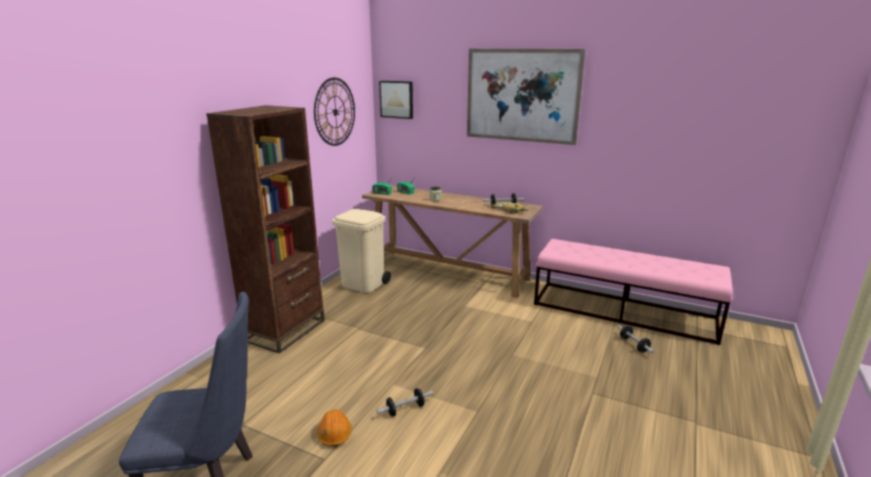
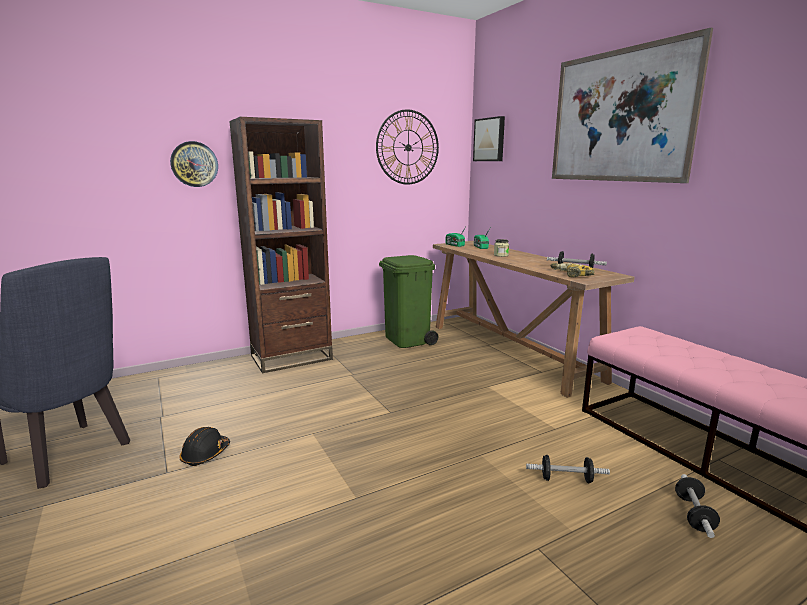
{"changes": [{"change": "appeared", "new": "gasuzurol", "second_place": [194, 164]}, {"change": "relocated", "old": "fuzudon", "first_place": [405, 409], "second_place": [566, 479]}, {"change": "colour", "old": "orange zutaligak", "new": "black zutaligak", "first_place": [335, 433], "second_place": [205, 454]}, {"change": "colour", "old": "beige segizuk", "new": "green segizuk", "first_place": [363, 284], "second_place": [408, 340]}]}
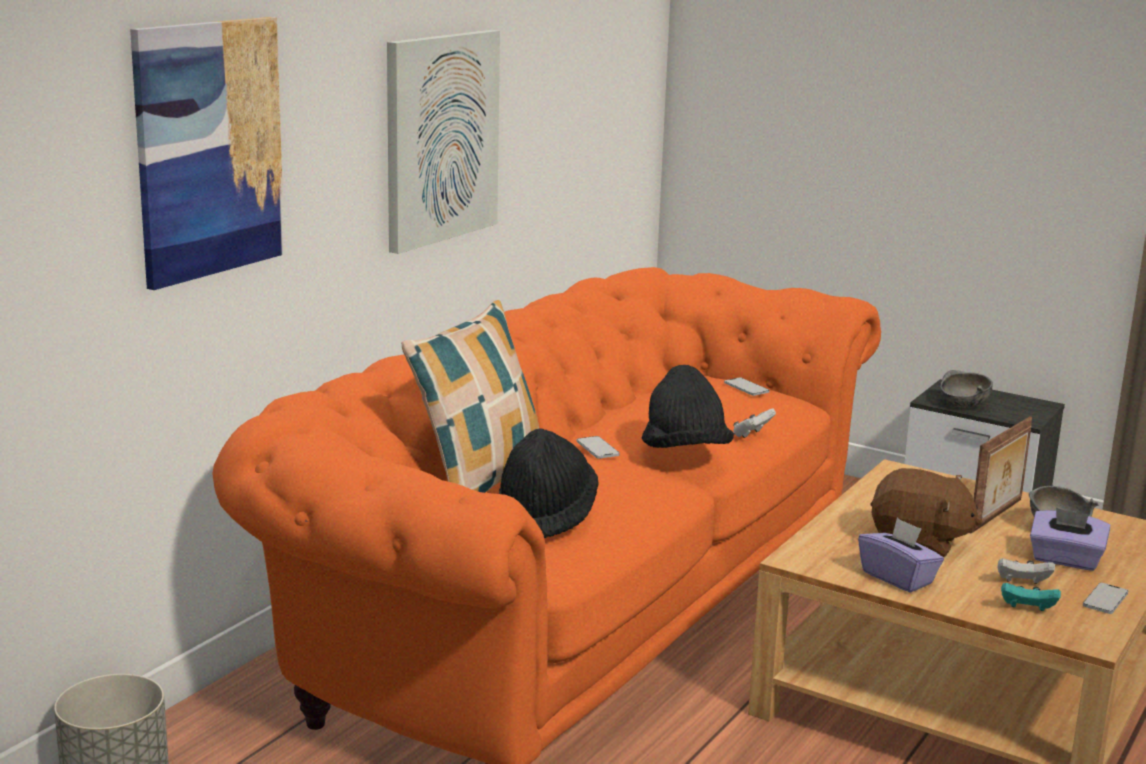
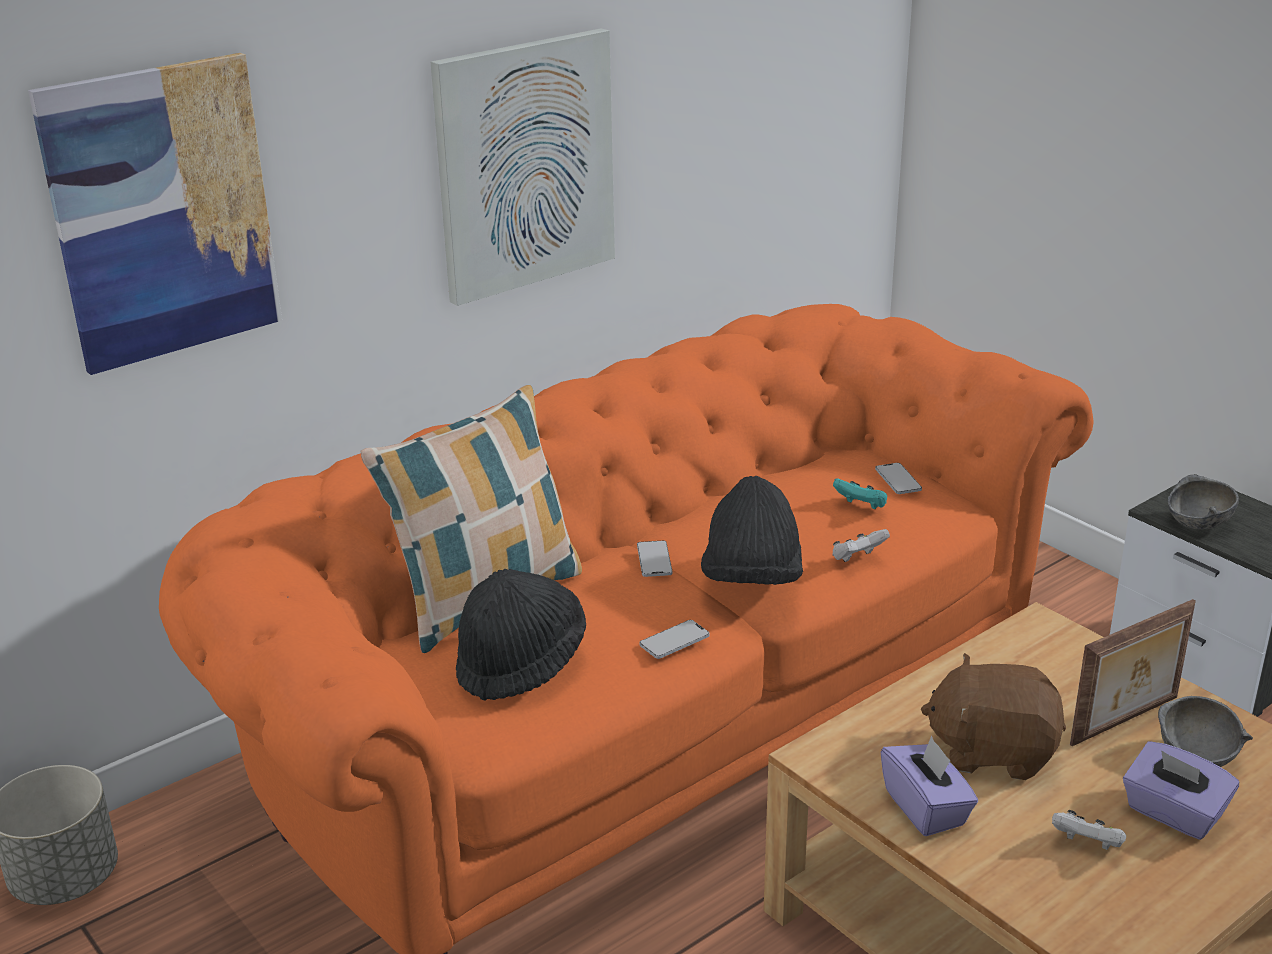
{"changes": [{"change": "relocated", "old": "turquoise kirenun", "first_place": [1027, 610], "second_place": [861, 506]}, {"change": "relocated", "old": "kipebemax", "first_place": [1105, 600], "second_place": [674, 641]}, {"change": "spun", "old": "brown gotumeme", "first_place": [919, 542], "second_place": [992, 750], "degrees": 150}]}
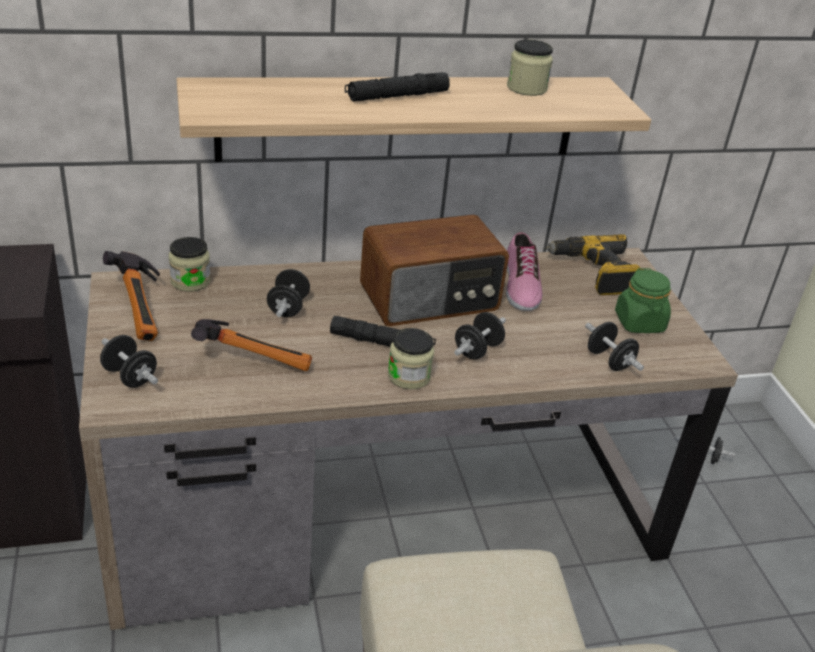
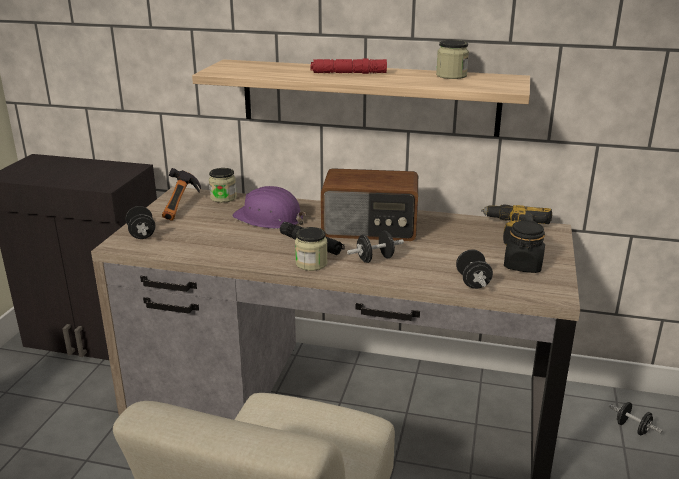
{"changes": [{"change": "missing", "old": "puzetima", "first_place": [254, 358]}, {"change": "missing", "old": "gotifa", "first_place": [519, 284]}, {"change": "exchanged", "old": "black fuzudon", "new": "purple zutaligak", "first_place": [288, 307], "second_place": [269, 218]}, {"change": "colour", "old": "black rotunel", "new": "red rotunel", "first_place": [397, 96], "second_place": [348, 73]}, {"change": "colour", "old": "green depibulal", "new": "black depibulal", "first_place": [639, 323], "second_place": [523, 265]}]}
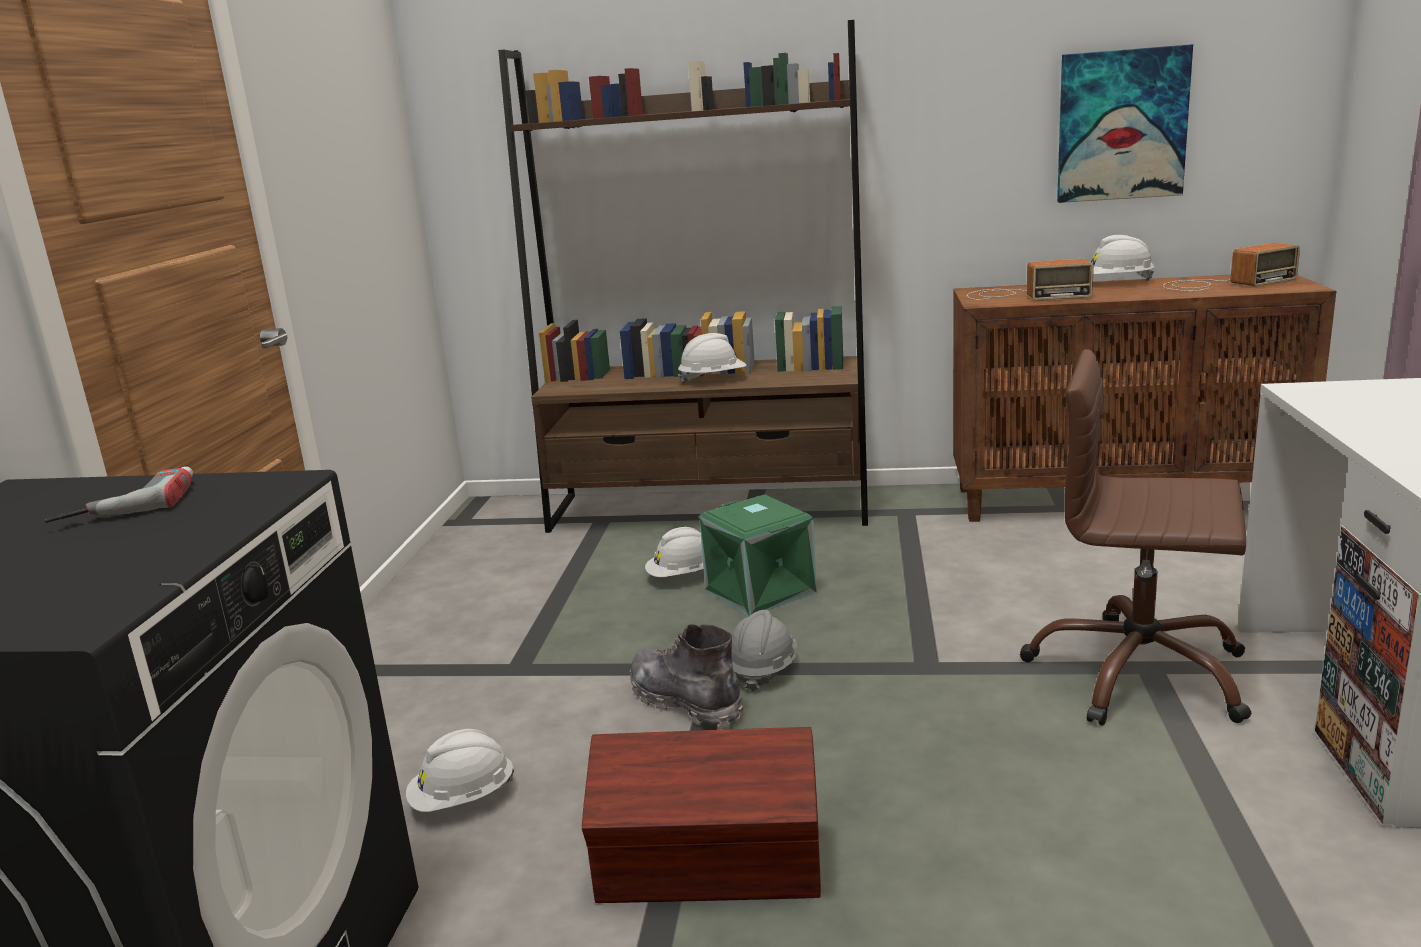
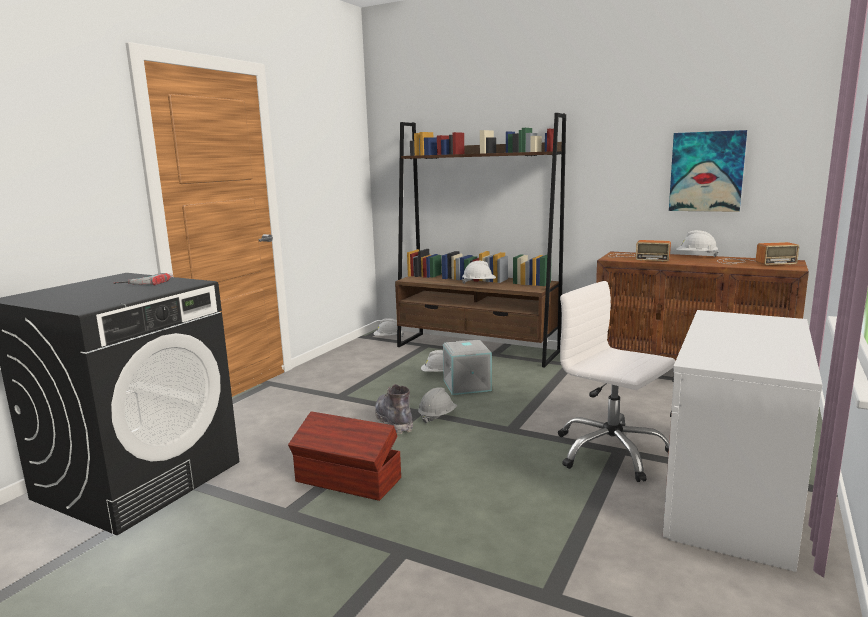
{"changes": [{"change": "relocated", "old": "white zutaligak", "first_place": [463, 800], "second_place": [388, 338]}, {"change": "colour", "old": "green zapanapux", "new": "grey zapanapux", "first_place": [762, 590], "second_place": [468, 385]}, {"change": "colour", "old": "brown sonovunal", "new": "white sonovunal", "first_place": [1138, 674], "second_place": [611, 452]}]}
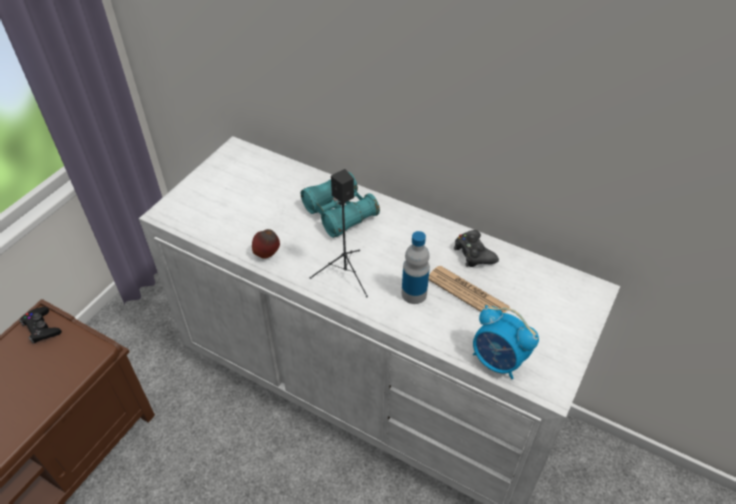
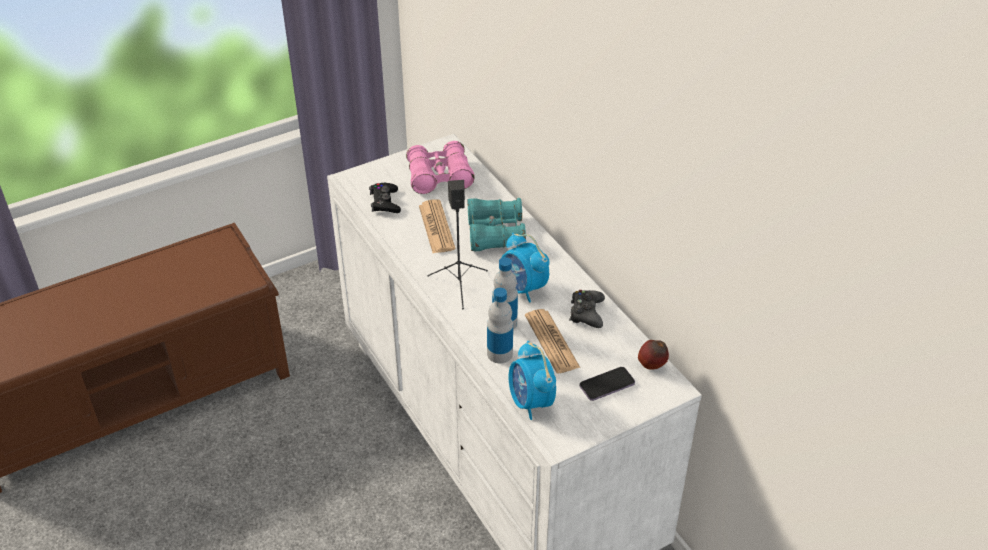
{"changes": [{"change": "appeared", "new": "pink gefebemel", "second_place": [439, 177]}, {"change": "appeared", "new": "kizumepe", "second_place": [436, 227]}, {"change": "appeared", "new": "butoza", "second_place": [499, 354]}, {"change": "appeared", "new": "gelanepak", "second_place": [523, 288]}, {"change": "appeared", "new": "kipebemax", "second_place": [607, 385]}, {"change": "relocated", "old": "black kirenun", "first_place": [41, 328], "second_place": [385, 202]}, {"change": "relocated", "old": "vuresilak", "first_place": [267, 254], "second_place": [652, 366]}]}
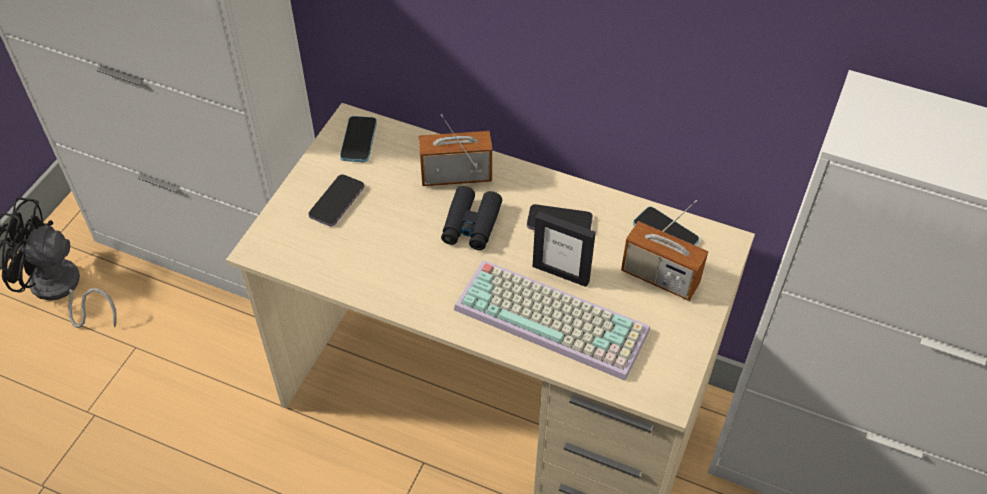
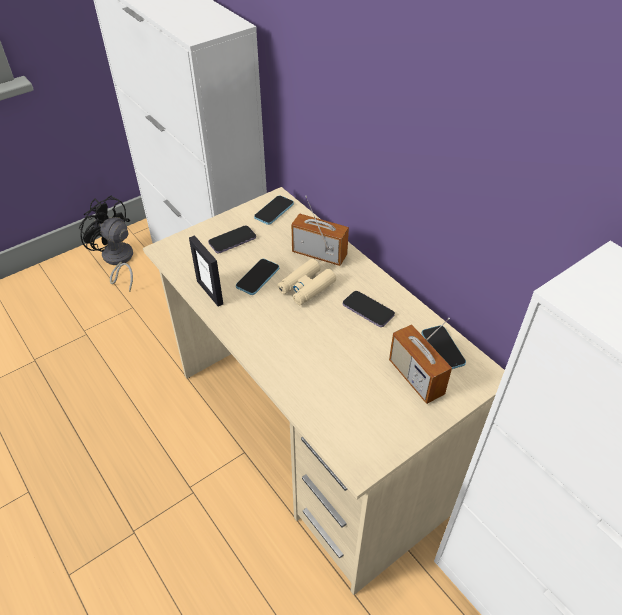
{"changes": [{"change": "missing", "old": "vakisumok", "first_place": [555, 318]}, {"change": "appeared", "new": "kipebemax", "second_place": [258, 278]}, {"change": "relocated", "old": "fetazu", "first_place": [561, 273], "second_place": [210, 292]}, {"change": "colour", "old": "black gefebemel", "new": "beige gefebemel", "first_place": [471, 225], "second_place": [306, 287]}]}
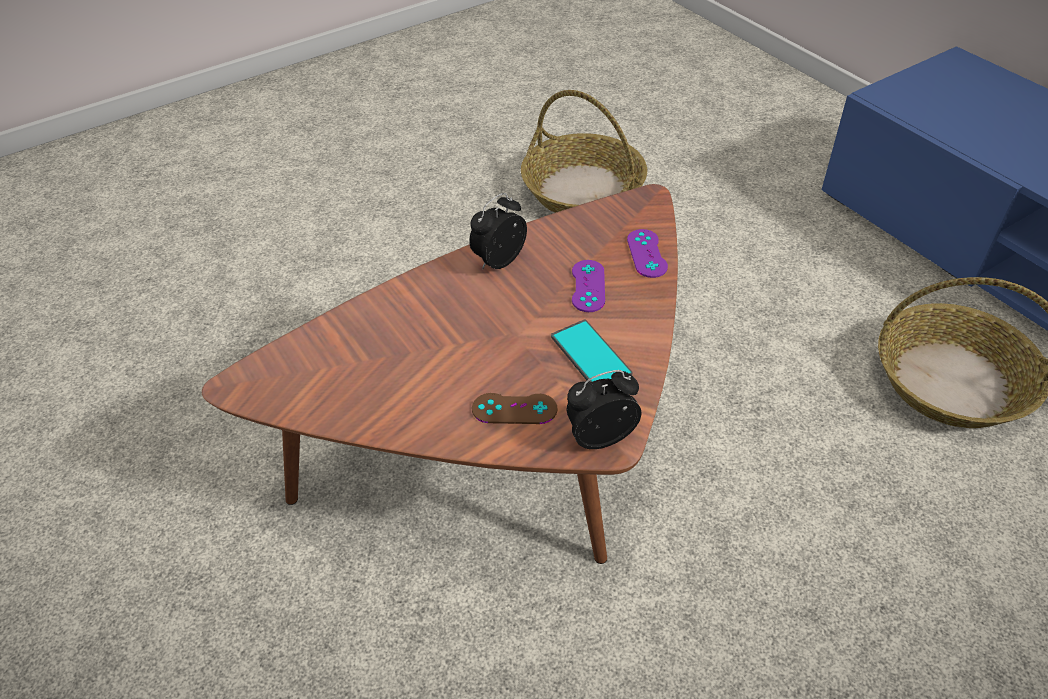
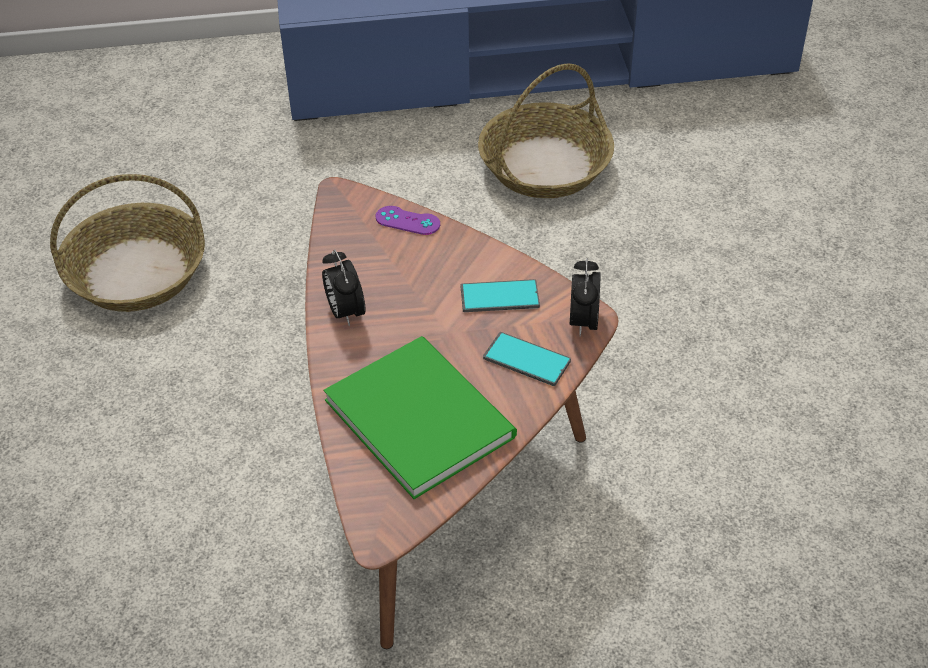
{"changes": [{"change": "missing", "old": "purple kirenun", "first_place": [588, 286]}, {"change": "appeared", "new": "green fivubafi", "second_place": [419, 413]}, {"change": "exchanged", "old": "brown kirenun", "new": "kipebemax", "first_place": [514, 409], "second_place": [526, 360]}]}
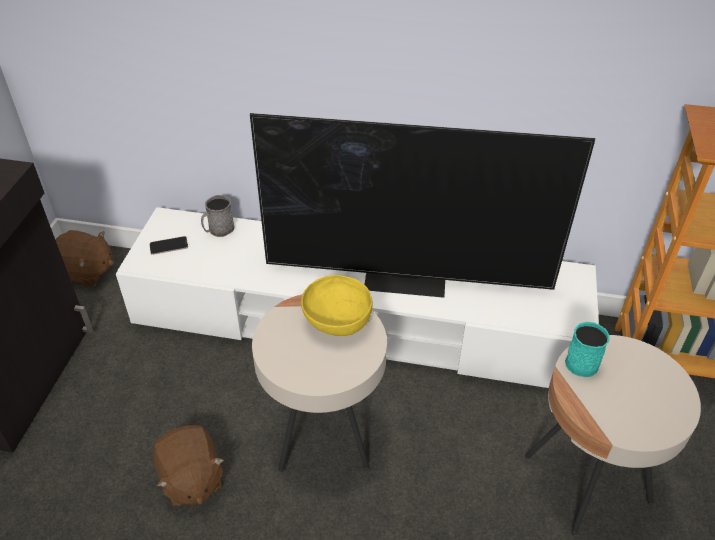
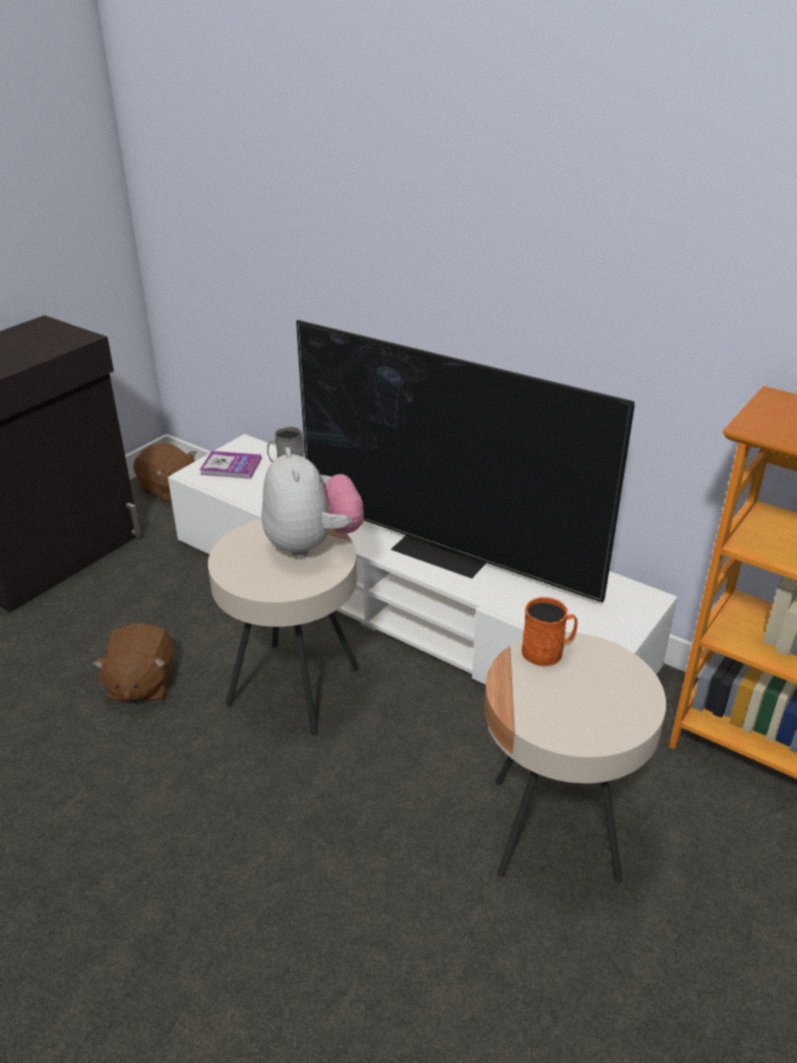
{"changes": [{"change": "exchanged", "old": "kipebemax", "new": "fivubafi", "first_place": [169, 246], "second_place": [231, 466]}, {"change": "exchanged", "old": "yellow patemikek", "new": "gotumeme", "first_place": [336, 320], "second_place": [312, 544]}, {"change": "colour", "old": "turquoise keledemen", "new": "orange keledemen", "first_place": [585, 361], "second_place": [548, 651]}]}
